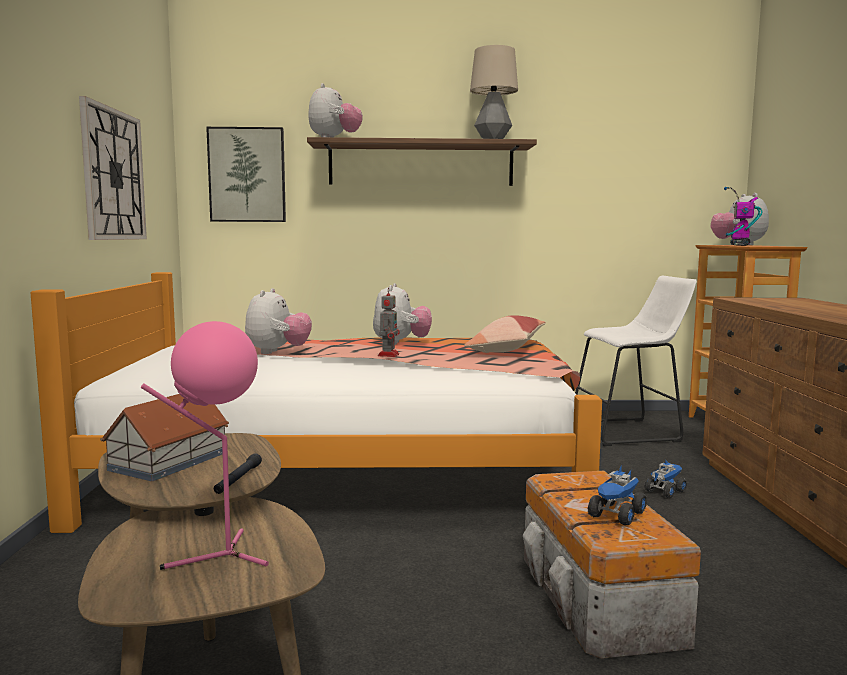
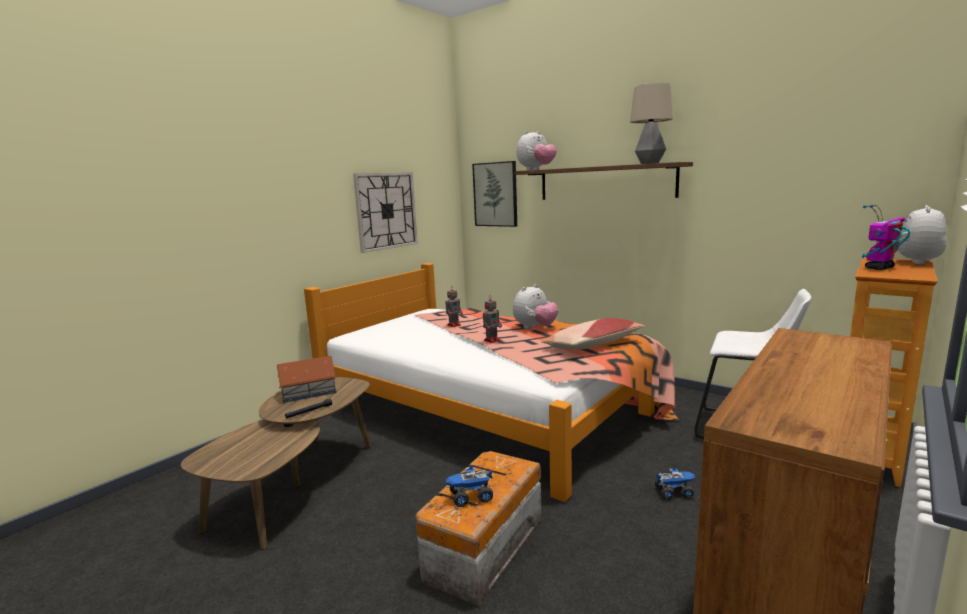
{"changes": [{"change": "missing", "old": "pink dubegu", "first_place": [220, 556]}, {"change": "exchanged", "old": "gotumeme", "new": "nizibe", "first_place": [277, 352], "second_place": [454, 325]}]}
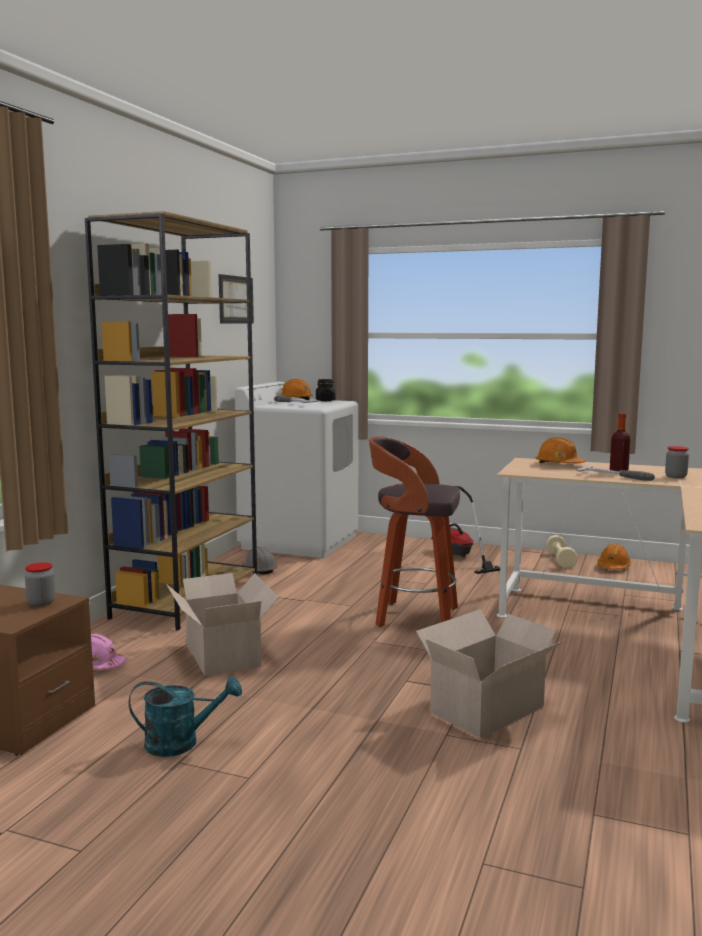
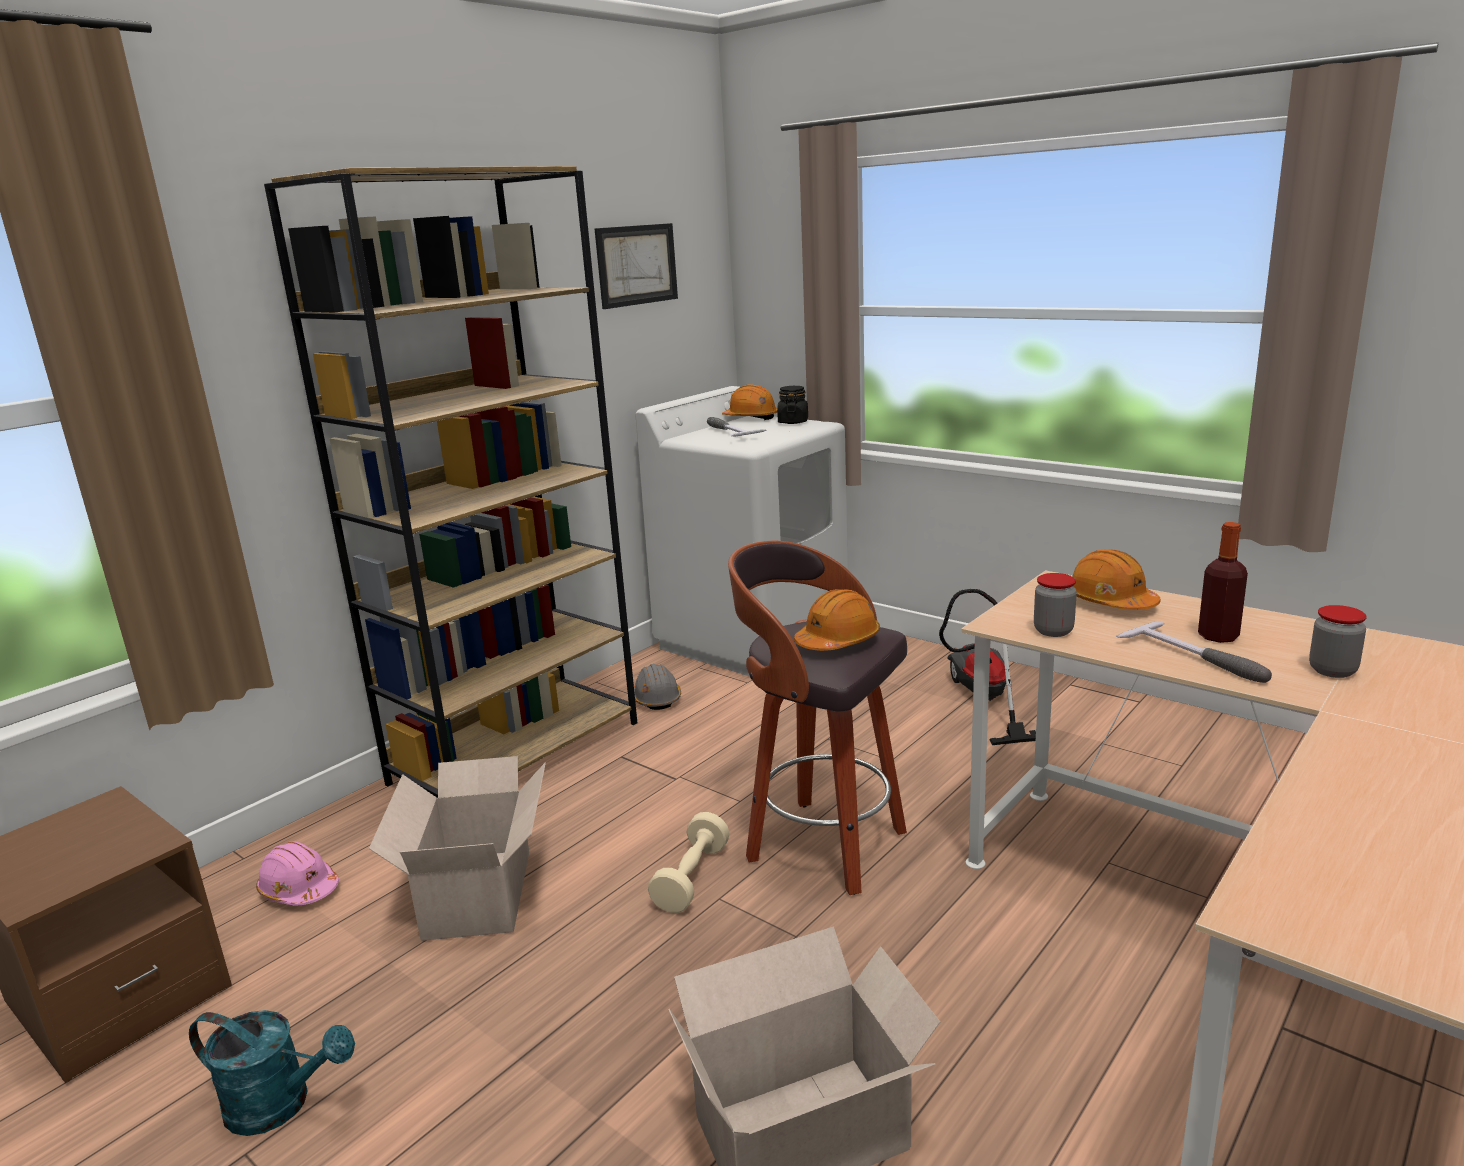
{"changes": [{"change": "relocated", "old": "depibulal", "first_place": [41, 603], "second_place": [1053, 631]}, {"change": "relocated", "old": "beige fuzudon", "first_place": [560, 560], "second_place": [691, 878]}, {"change": "relocated", "old": "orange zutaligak", "first_place": [613, 567], "second_place": [838, 641]}]}
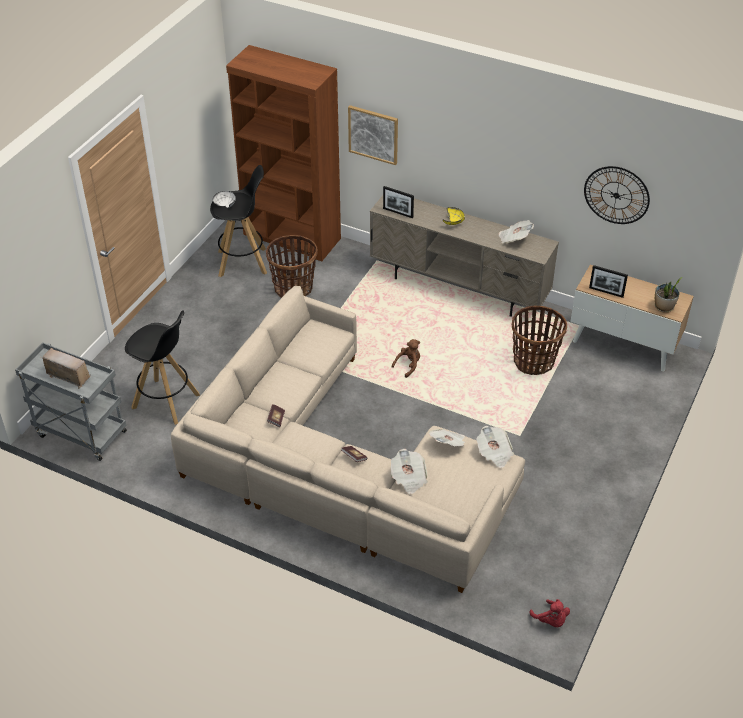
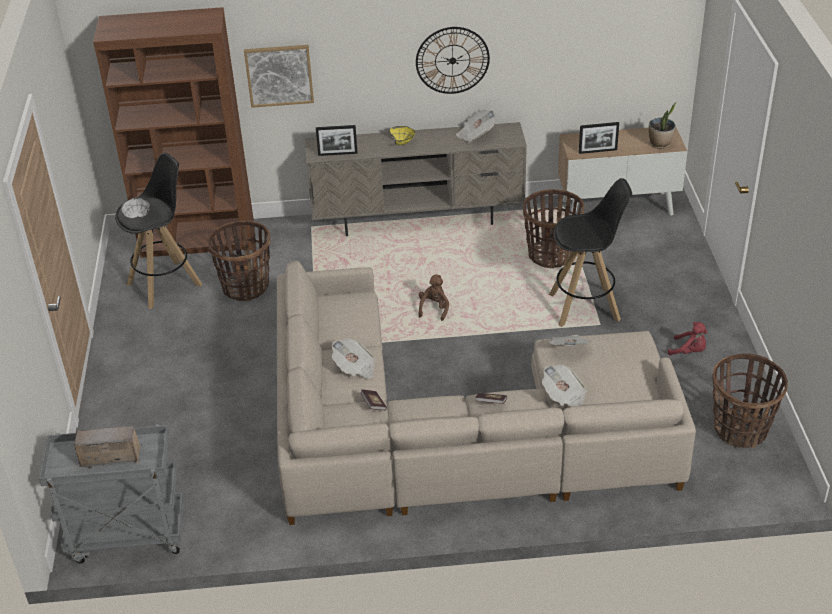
{"changes": [{"change": "appeared", "new": "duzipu", "second_place": [740, 429]}, {"change": "relocated", "old": "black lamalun", "first_place": [166, 401], "second_place": [585, 307]}, {"change": "relocated", "old": "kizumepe", "first_place": [494, 453], "second_place": [355, 368]}, {"change": "relocated", "old": "red gotumeme", "first_place": [550, 620], "second_place": [689, 351]}, {"change": "relocated", "old": "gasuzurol", "first_place": [616, 195], "second_place": [452, 60]}]}
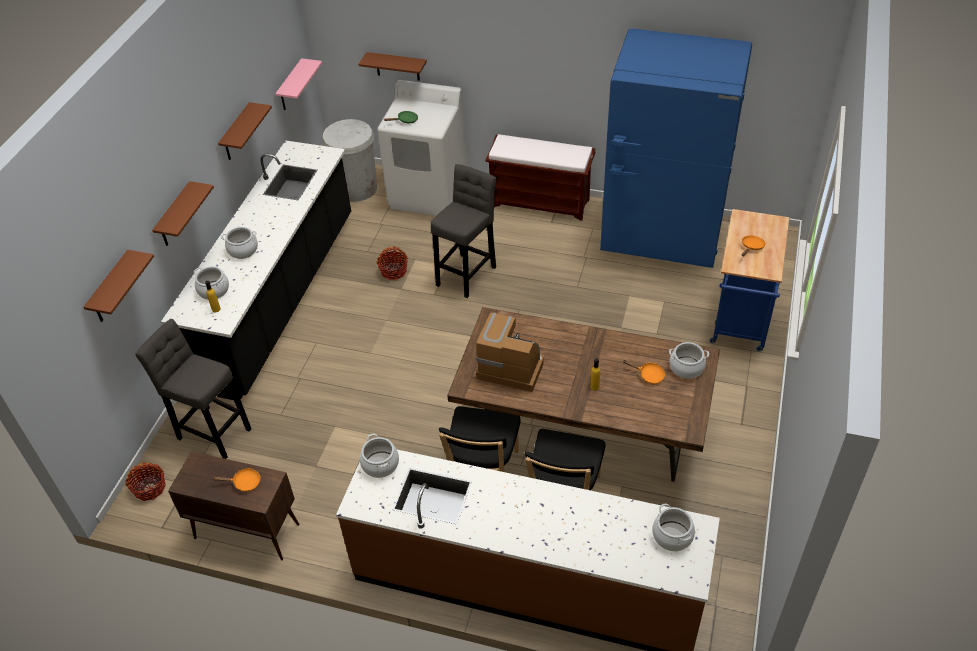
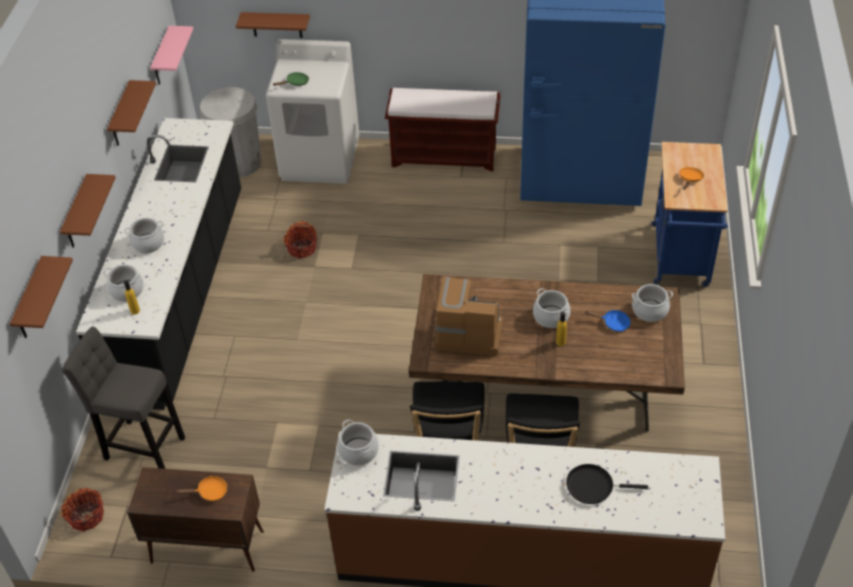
{"changes": [{"change": "missing", "old": "grey lamalun", "first_place": [467, 273]}, {"change": "appeared", "new": "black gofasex", "second_place": [593, 486]}, {"change": "relocated", "old": "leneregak", "first_place": [672, 536], "second_place": [551, 317]}, {"change": "colour", "old": "orange gofasex", "new": "blue gofasex", "first_place": [648, 375], "second_place": [613, 323]}]}
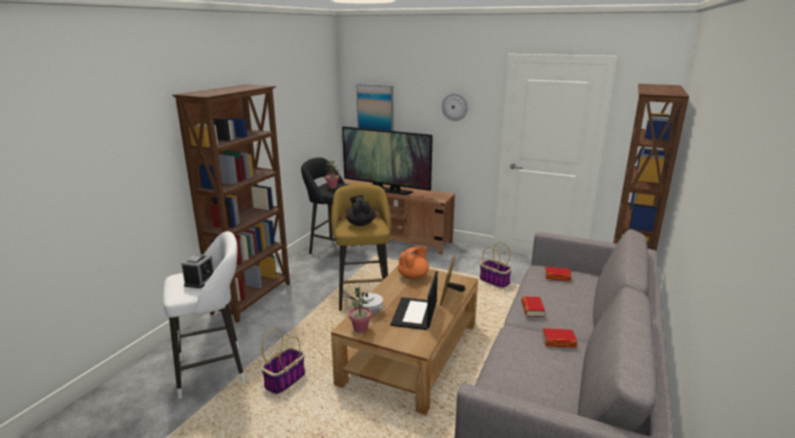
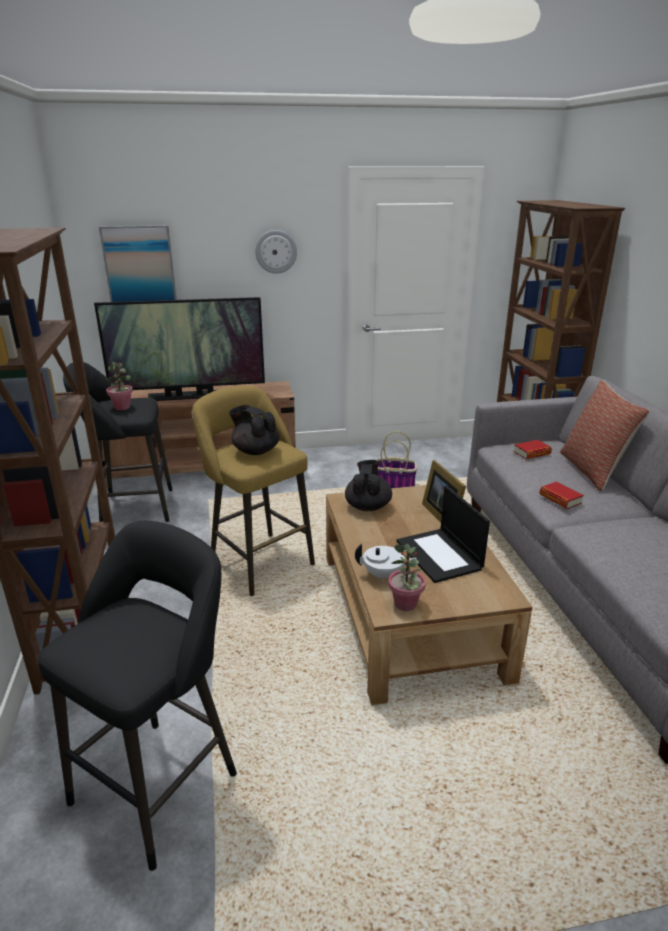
{"changes": [{"change": "missing", "old": "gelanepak", "first_place": [200, 281]}, {"change": "missing", "old": "duzipu", "first_place": [285, 380]}, {"change": "missing", "old": "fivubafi", "first_place": [558, 341]}, {"change": "appeared", "new": "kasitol", "second_place": [592, 470]}, {"change": "colour", "old": "white lamalun", "new": "black lamalun", "first_place": [216, 369], "second_place": [161, 781]}, {"change": "colour", "old": "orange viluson", "new": "black viluson", "first_place": [413, 276], "second_place": [368, 506]}]}
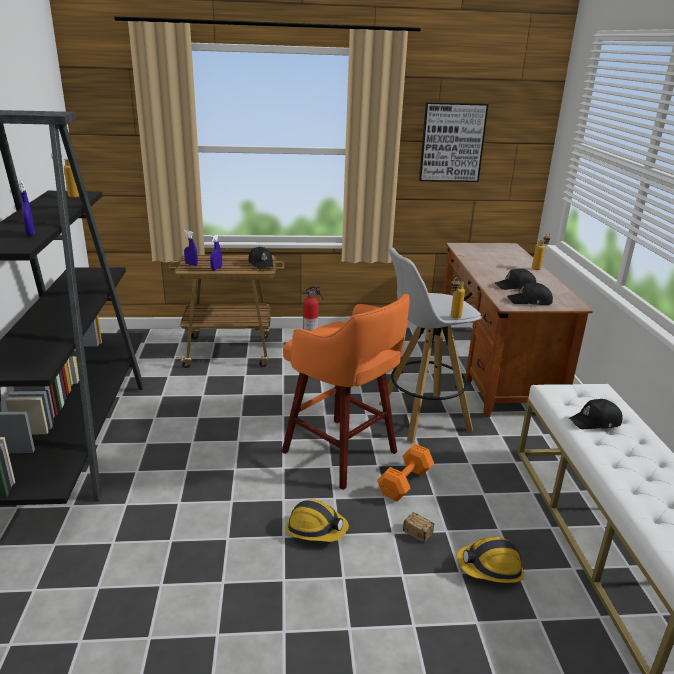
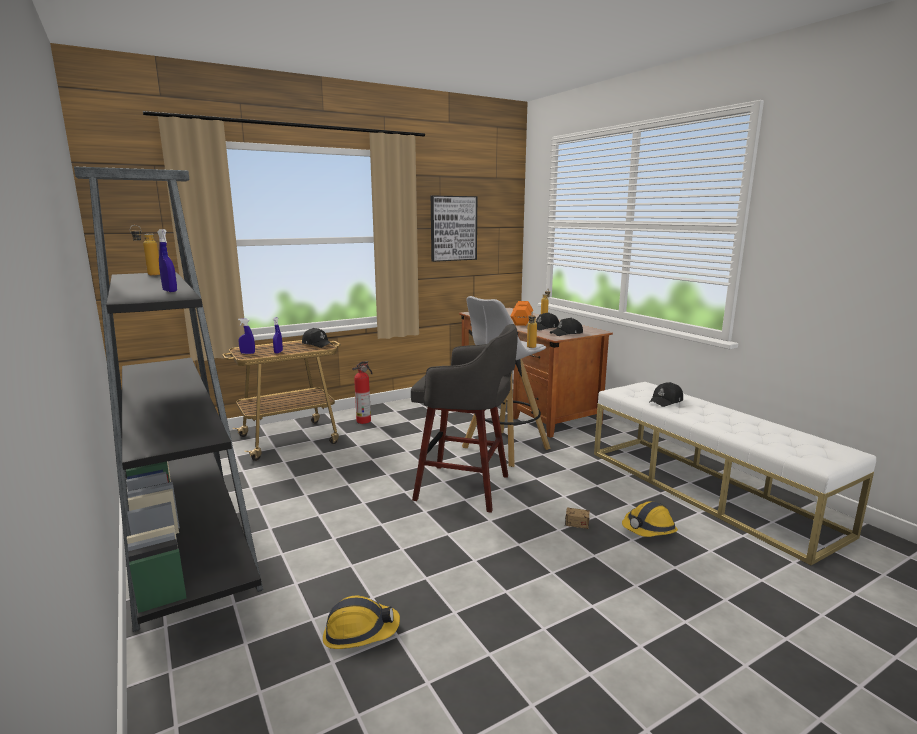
{"changes": [{"change": "relocated", "old": "zutaligak", "first_place": [316, 529], "second_place": [360, 632]}, {"change": "relocated", "old": "orange fuzudon", "first_place": [406, 482], "second_place": [522, 321]}, {"change": "colour", "old": "orange lamalun", "new": "grey lamalun", "first_place": [342, 454], "second_place": [466, 488]}]}
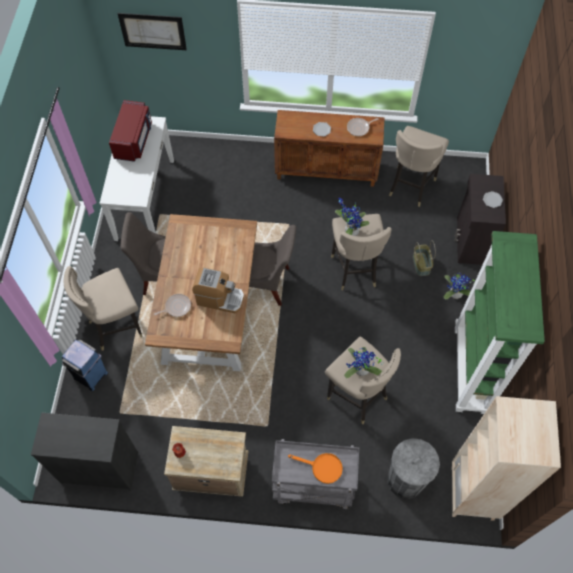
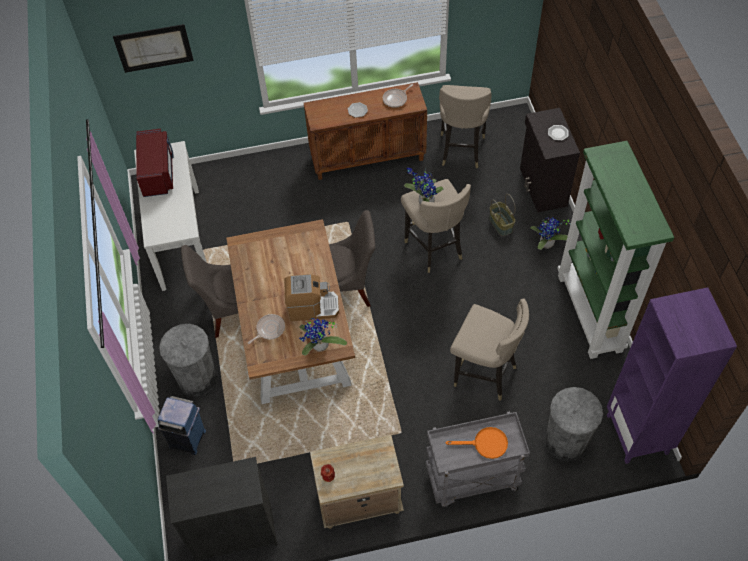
{"changes": [{"change": "relocated", "old": "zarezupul", "first_place": [360, 371], "second_place": [319, 347]}, {"change": "exchanged", "old": "beige lamalun", "new": "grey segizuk", "first_place": [116, 326], "second_place": [197, 379]}, {"change": "colour", "old": "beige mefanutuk", "new": "purple mefanutuk", "first_place": [472, 493], "second_place": [638, 434]}]}
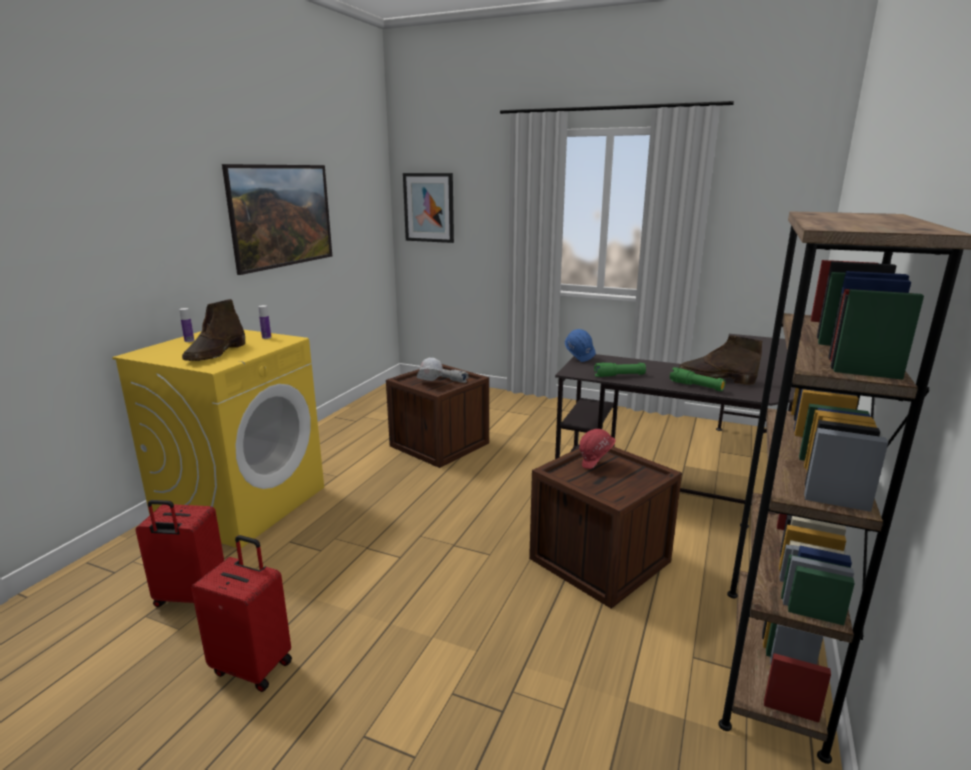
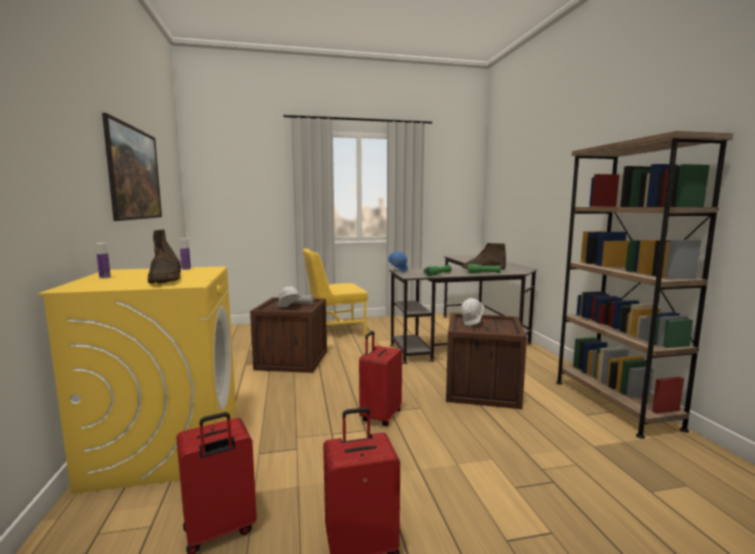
{"changes": [{"change": "missing", "old": "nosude", "first_place": [429, 207]}, {"change": "appeared", "new": "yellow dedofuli", "second_place": [335, 331]}, {"change": "appeared", "new": "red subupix", "second_place": [380, 416]}, {"change": "colour", "old": "red zutaligak", "new": "white zutaligak", "first_place": [596, 466], "second_place": [472, 323]}]}
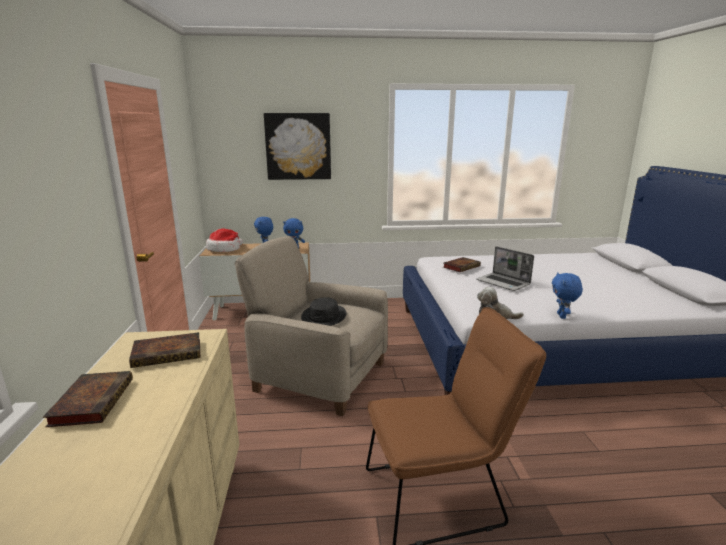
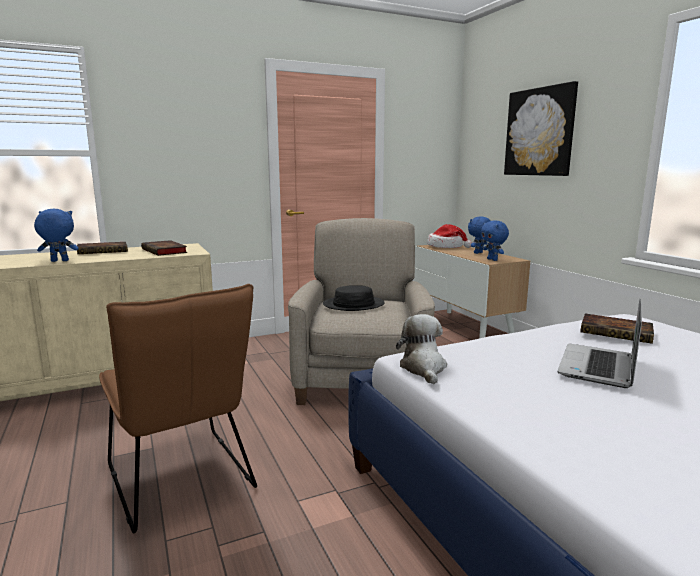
{"changes": [{"change": "relocated", "old": "blue gotumeme", "first_place": [562, 316], "second_place": [59, 261]}]}
